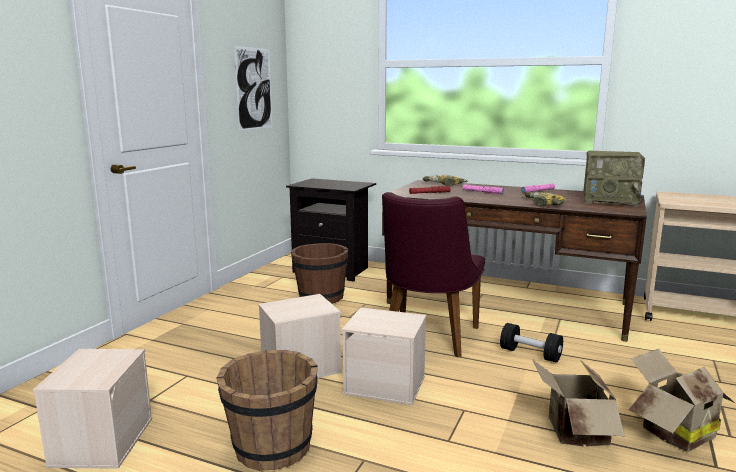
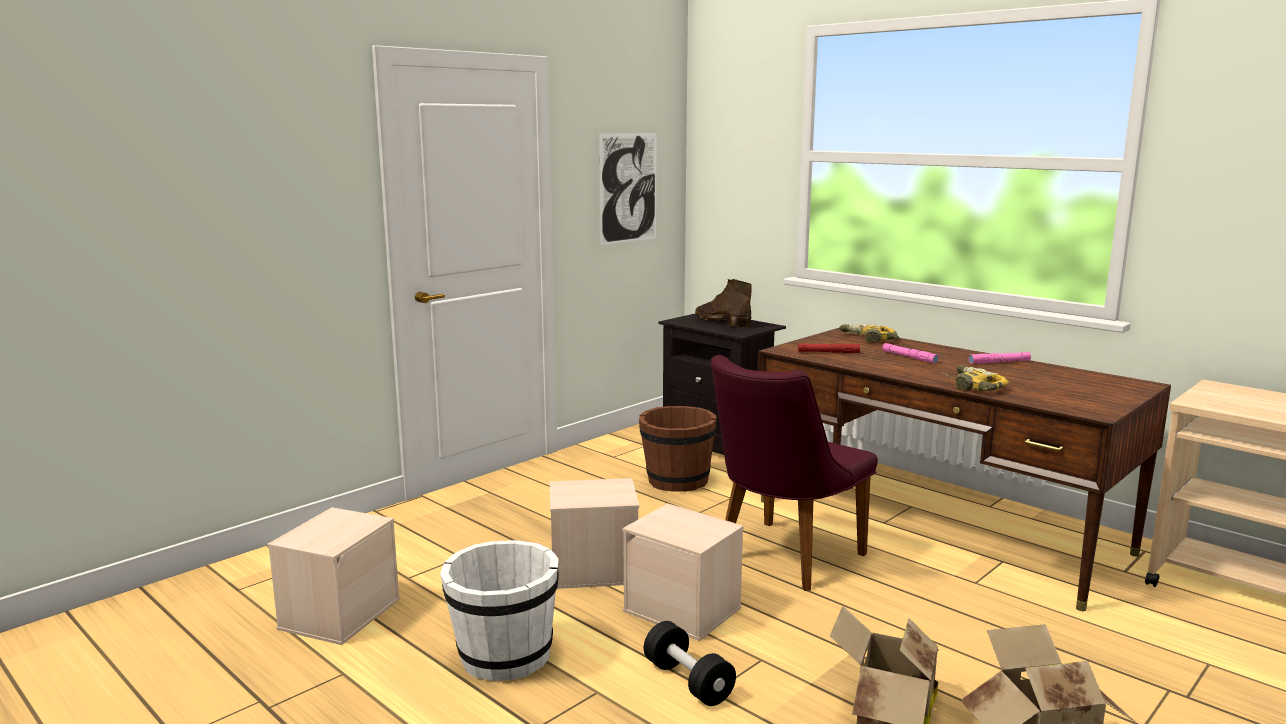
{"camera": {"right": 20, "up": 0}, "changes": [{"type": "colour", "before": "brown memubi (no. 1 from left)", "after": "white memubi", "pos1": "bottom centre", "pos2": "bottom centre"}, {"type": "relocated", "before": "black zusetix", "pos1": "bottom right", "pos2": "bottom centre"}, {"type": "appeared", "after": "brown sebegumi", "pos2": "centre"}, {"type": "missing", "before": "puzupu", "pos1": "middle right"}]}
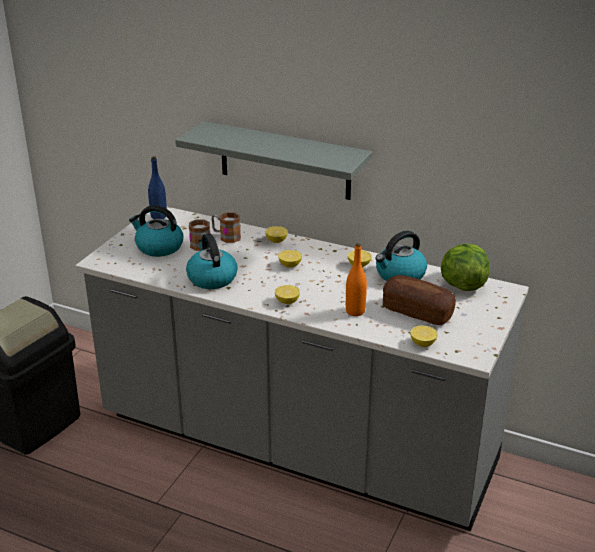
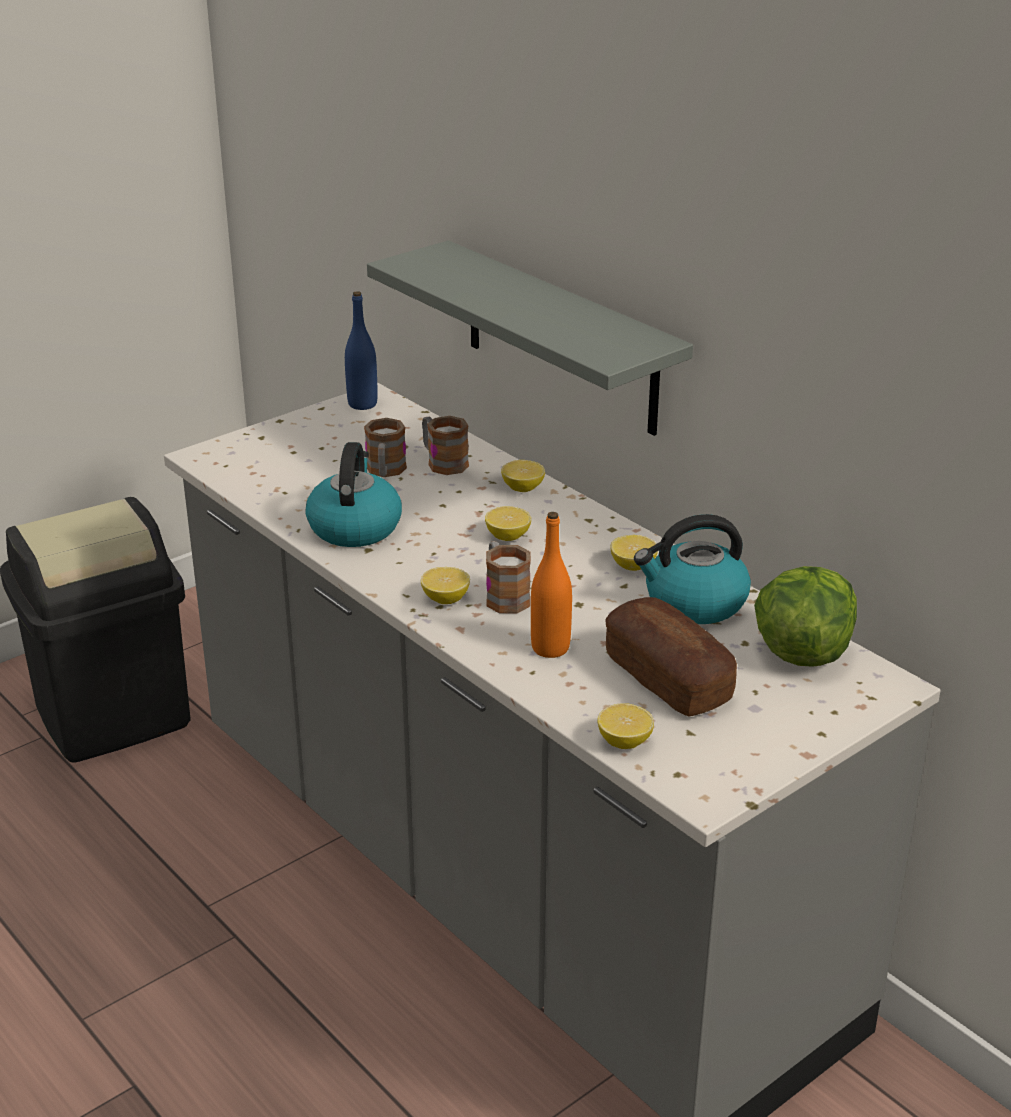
{"camera": {"right": 25, "up": 0}, "changes": [{"type": "appeared", "after": "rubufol (no. 3 from left)", "pos2": "centre"}, {"type": "missing", "before": "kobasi (no. 1 from left)", "pos1": "middle left"}]}
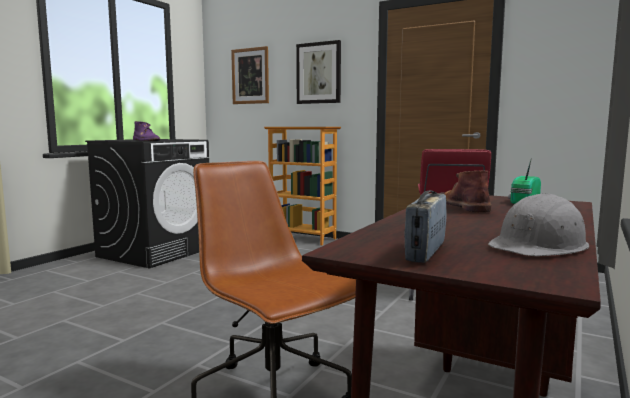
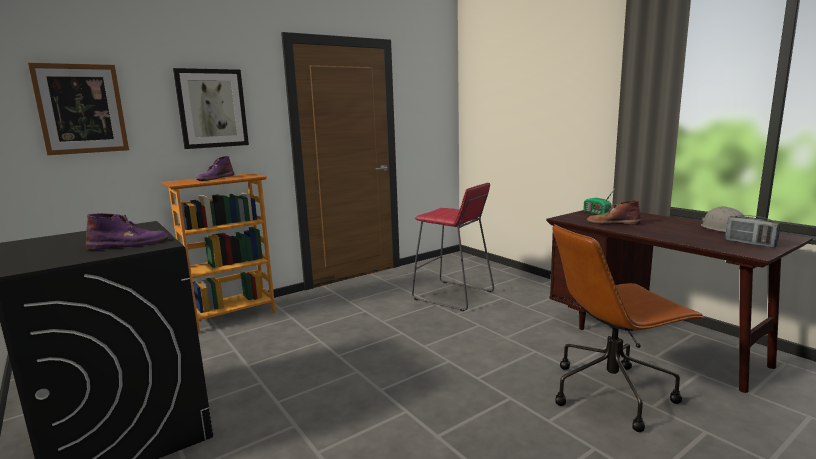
{"camera": {"right": -65, "up": 5}, "changes": [{"type": "appeared", "after": "purple sebegumi (no. 2 from left)", "pos2": "middle left"}]}
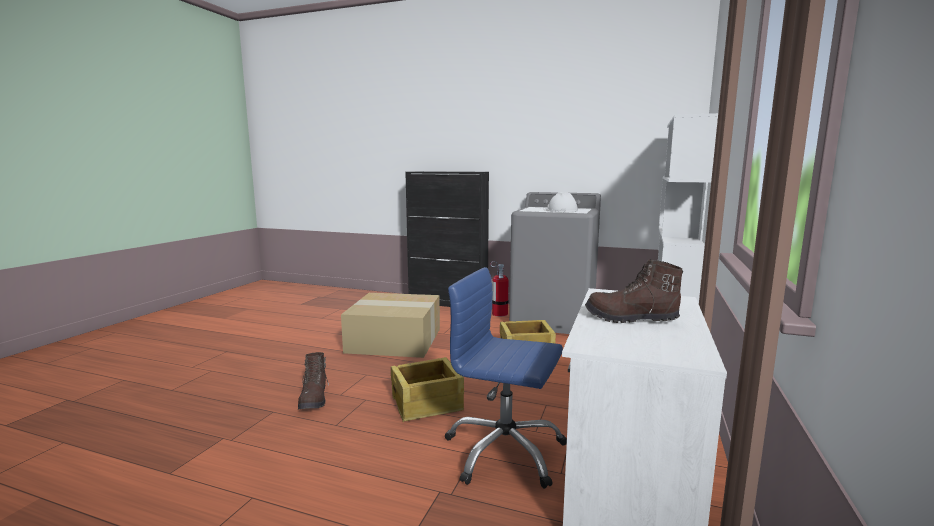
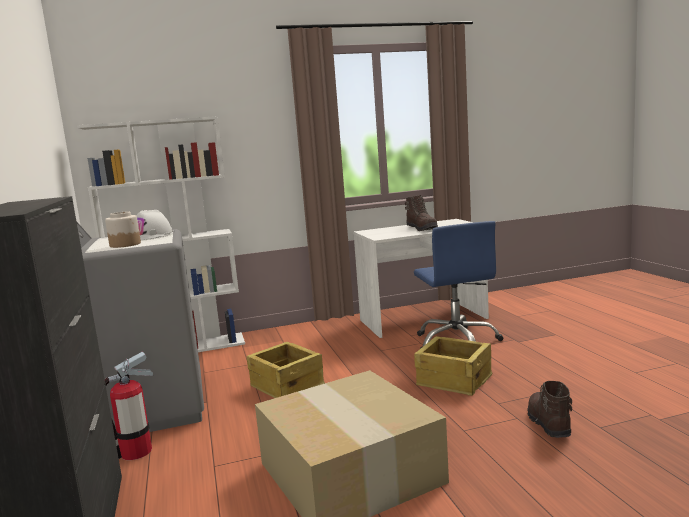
{"camera": {"right": -125, "up": 0}, "changes": [{"type": "appeared", "after": "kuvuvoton", "pos2": "middle left"}, {"type": "spun", "before": "brown sebegumi (no. 1 from left in the first image)", "pos1": "bottom centre", "pos2": "bottom right", "turn": -45}]}
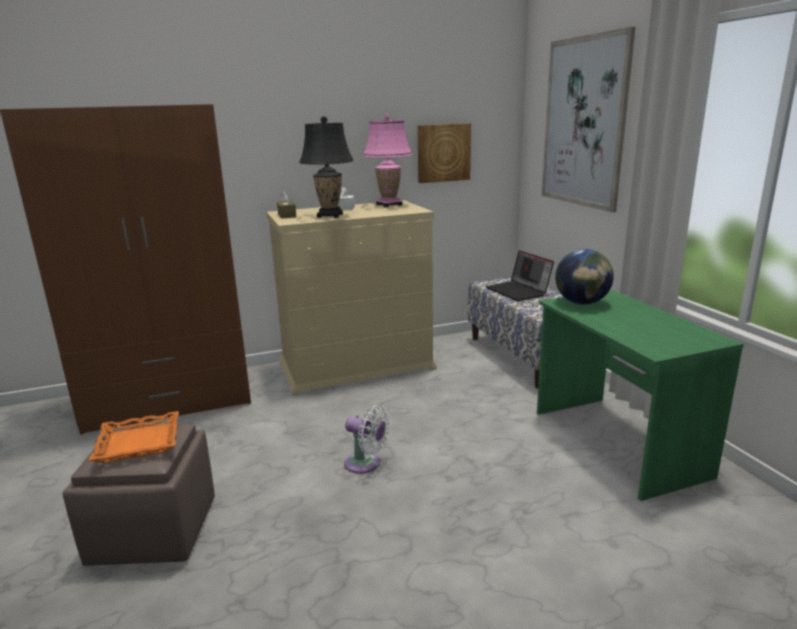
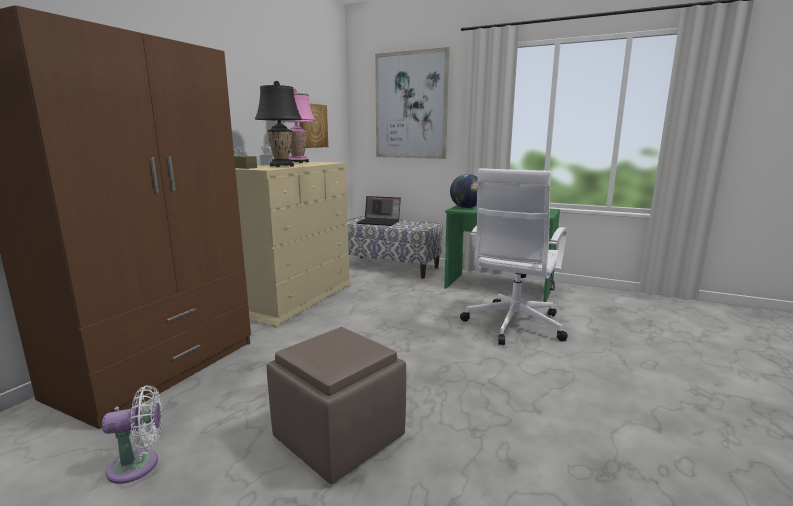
{"camera": {"right": -45, "up": -5}, "changes": [{"type": "relocated", "before": "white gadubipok", "pos1": "bottom centre", "pos2": "bottom left"}, {"type": "appeared", "after": "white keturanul", "pos2": "centre"}, {"type": "missing", "before": "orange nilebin", "pos1": "bottom left"}]}
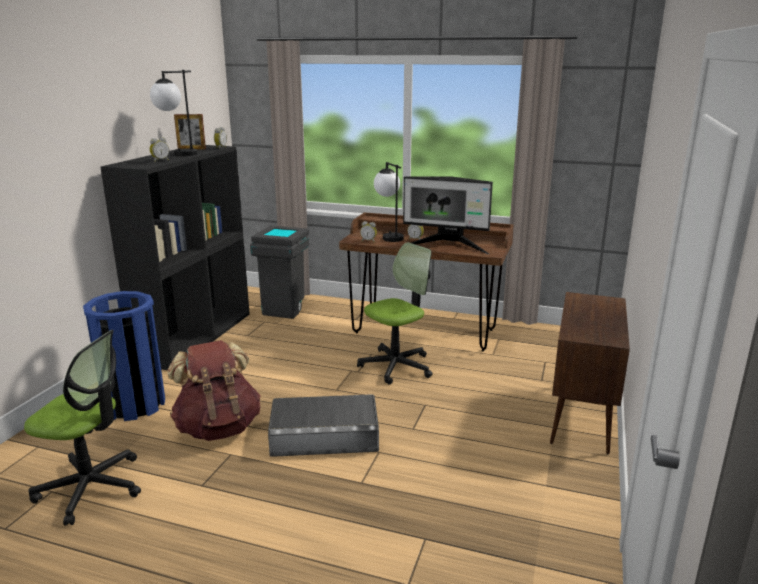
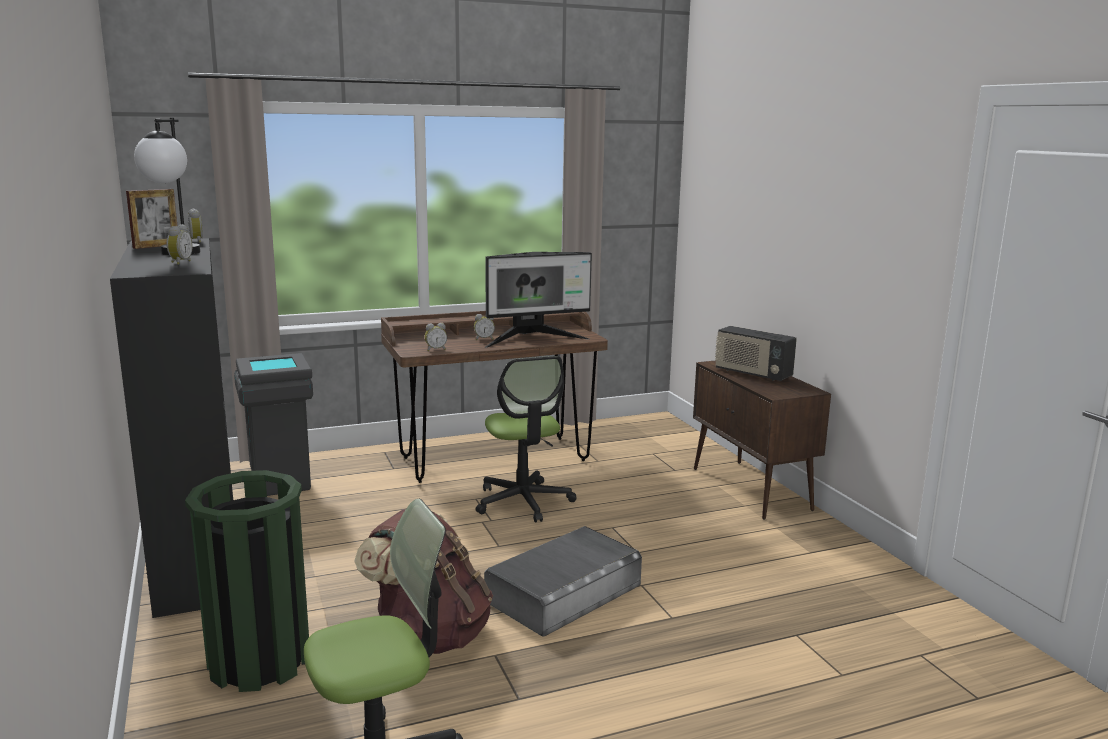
{"camera": {"right": -40, "up": -5}, "changes": [{"type": "colour", "before": "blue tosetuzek", "after": "green tosetuzek", "pos1": "middle left", "pos2": "bottom left"}, {"type": "spun", "before": "keturanul (no. 2 from left)", "pos1": "centre", "pos2": "centre", "turn": 150}, {"type": "appeared", "after": "puzupu", "pos2": "middle right"}, {"type": "missing", "before": "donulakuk (no. 2 from left)", "pos1": "centre"}]}
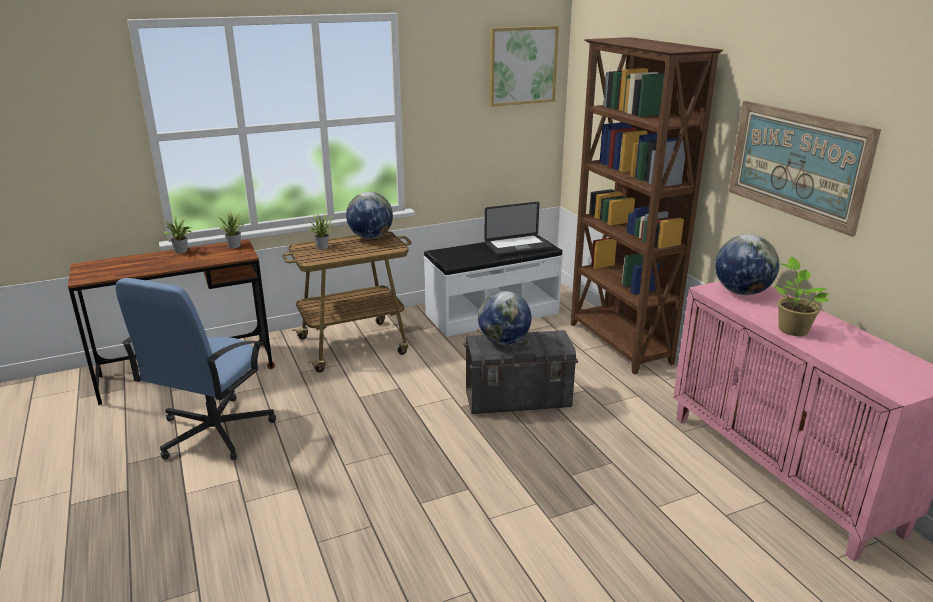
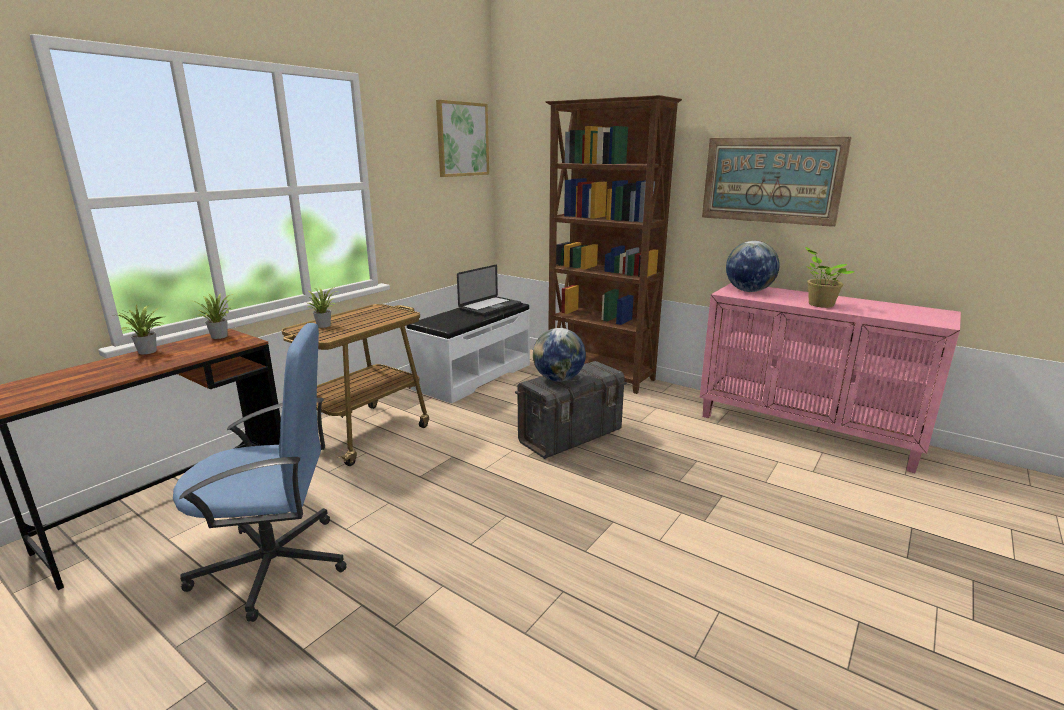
{"camera": {"right": -30, "up": -5}, "changes": [{"type": "spun", "before": "blue keturanul", "pos1": "middle left", "pos2": "middle left", "turn": -90}, {"type": "missing", "before": "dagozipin (no. 1 from left)", "pos1": "centre"}]}
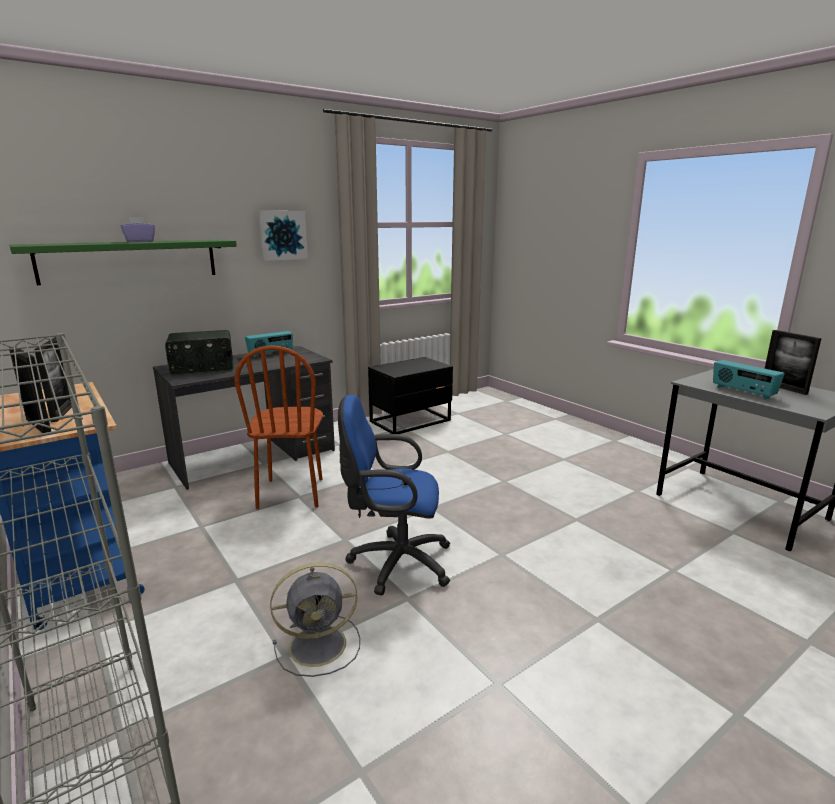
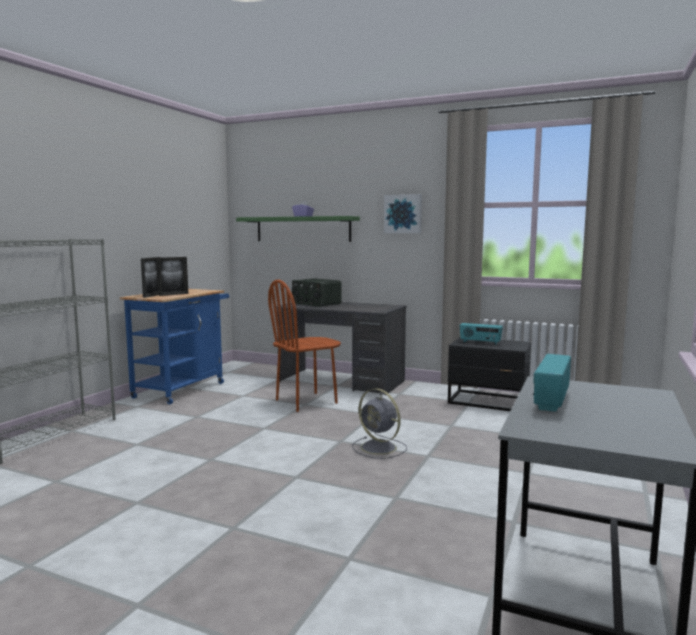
{"camera": {"right": 60, "up": -10}, "changes": [{"type": "relocated", "before": "grey gadubipok", "pos1": "bottom centre", "pos2": "centre"}, {"type": "relocated", "before": "puzupu (no. 2 from left)", "pos1": "middle left", "pos2": "middle right"}, {"type": "missing", "before": "blue keturanul", "pos1": "centre"}, {"type": "missing", "before": "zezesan (no. 3 from left)", "pos1": "middle right"}]}
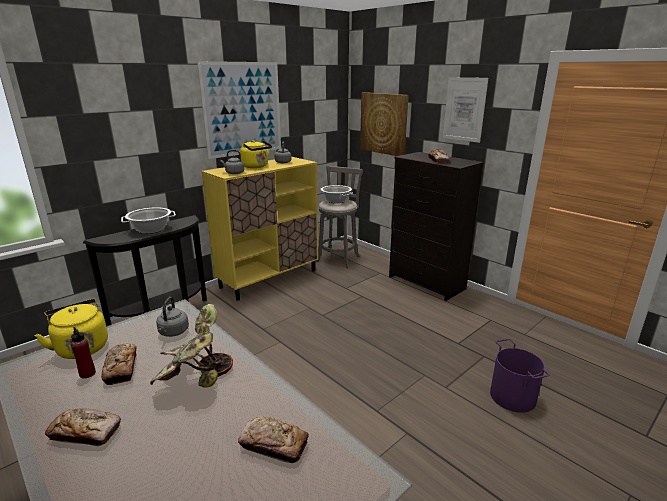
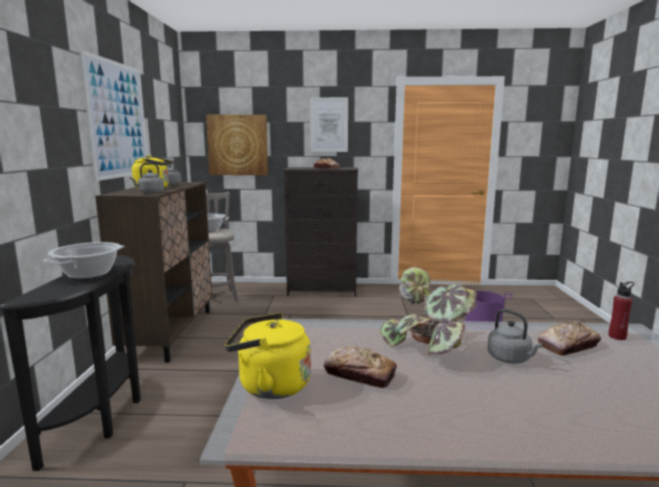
{"camera": {"right": -45, "up": -10}, "changes": [{"type": "colour", "before": "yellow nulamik", "after": "brown nulamik", "pos1": "centre", "pos2": "middle left"}, {"type": "relocated", "before": "grey kobasi (no. 1 from left in the first image)", "after": "grey kobasi (no. 3 from left)", "pos1": "middle left", "pos2": "bottom right"}, {"type": "relocated", "before": "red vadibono", "pos1": "bottom left", "pos2": "middle right"}, {"type": "missing", "before": "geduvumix (no. 1 from left)", "pos1": "bottom left"}]}
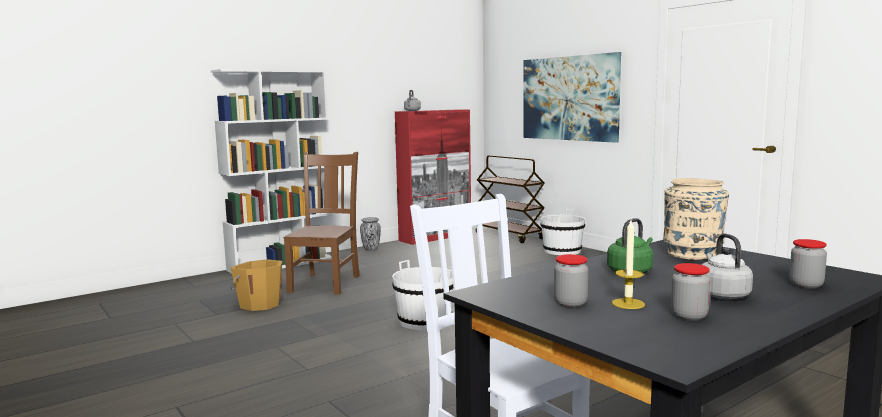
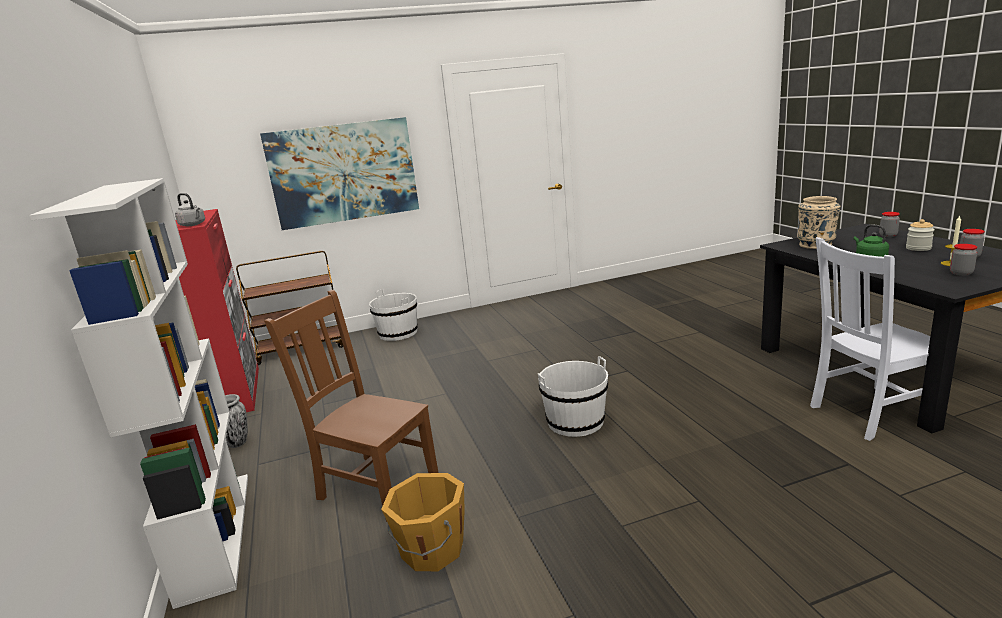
{"camera": {"right": -70, "up": 10}, "changes": [{"type": "exchanged", "before": "grey kobasi (no. 2 from left)", "after": "kuvuvoton (no. 2 from left)", "pos1": "middle right", "pos2": "middle right"}]}
